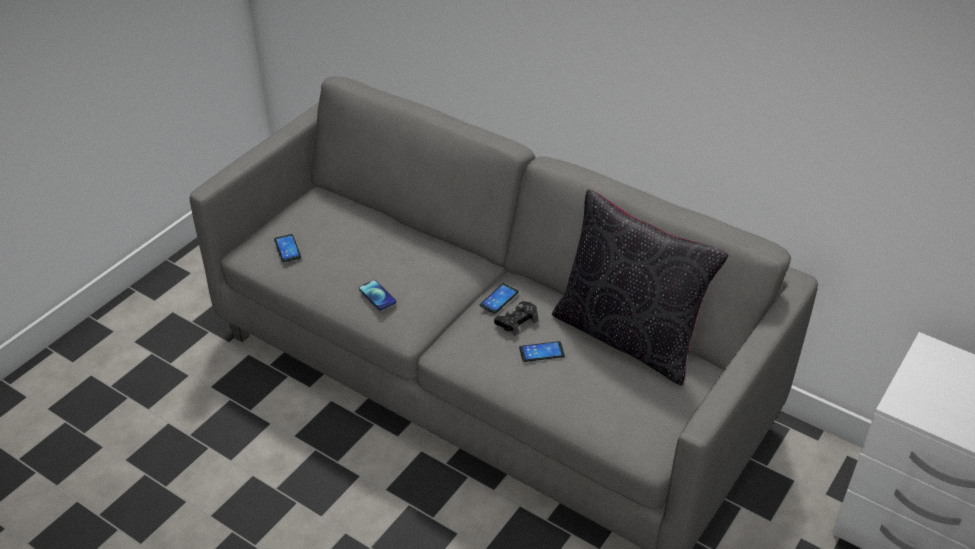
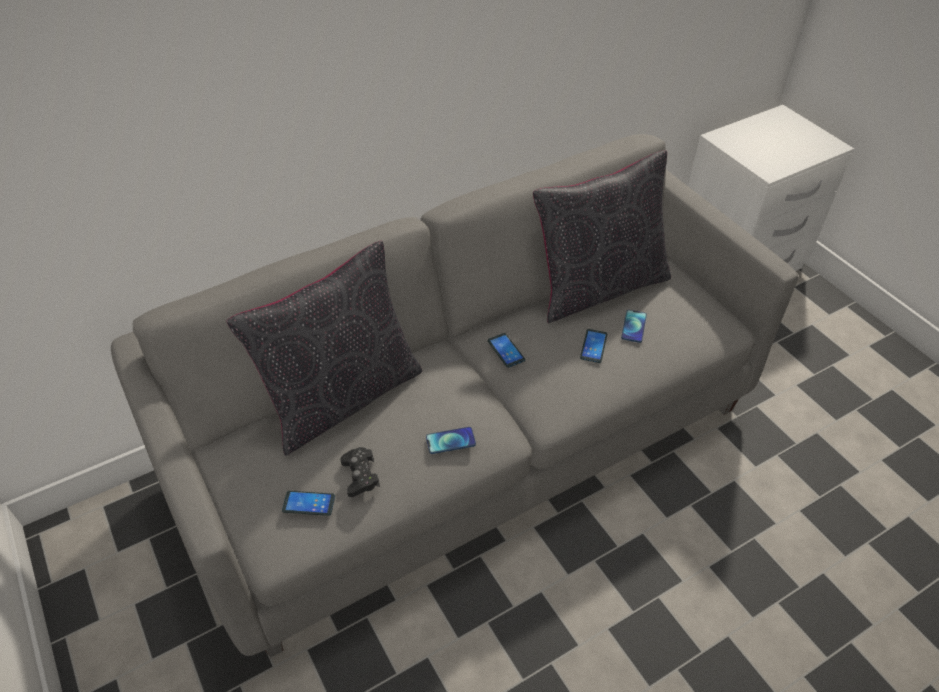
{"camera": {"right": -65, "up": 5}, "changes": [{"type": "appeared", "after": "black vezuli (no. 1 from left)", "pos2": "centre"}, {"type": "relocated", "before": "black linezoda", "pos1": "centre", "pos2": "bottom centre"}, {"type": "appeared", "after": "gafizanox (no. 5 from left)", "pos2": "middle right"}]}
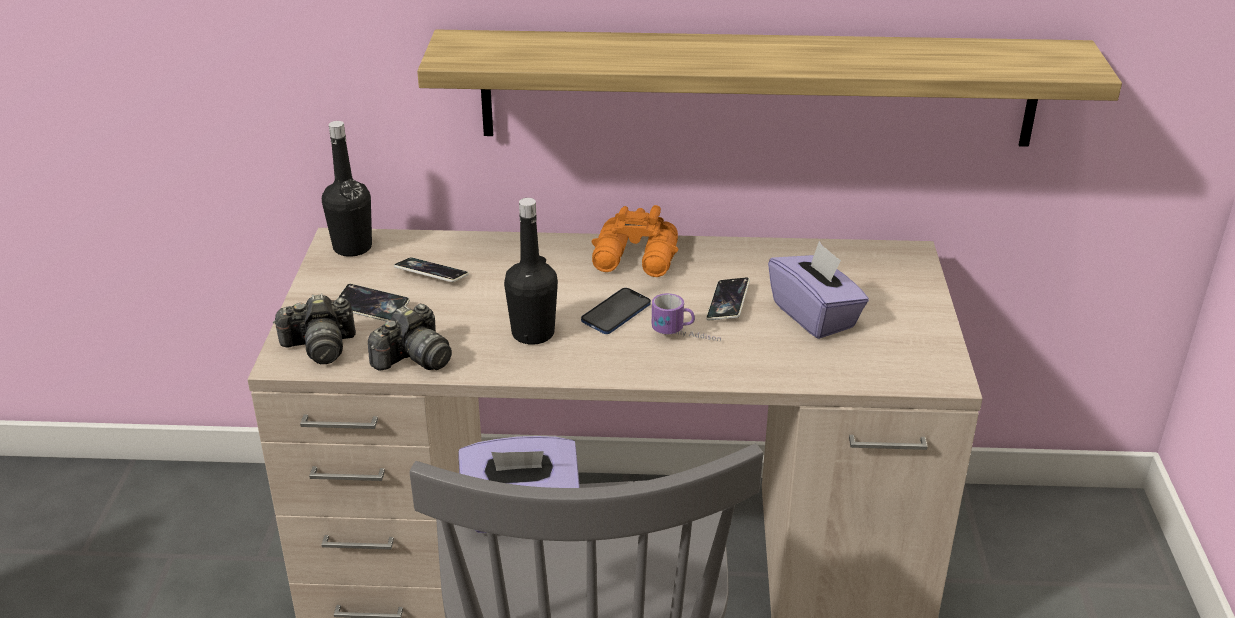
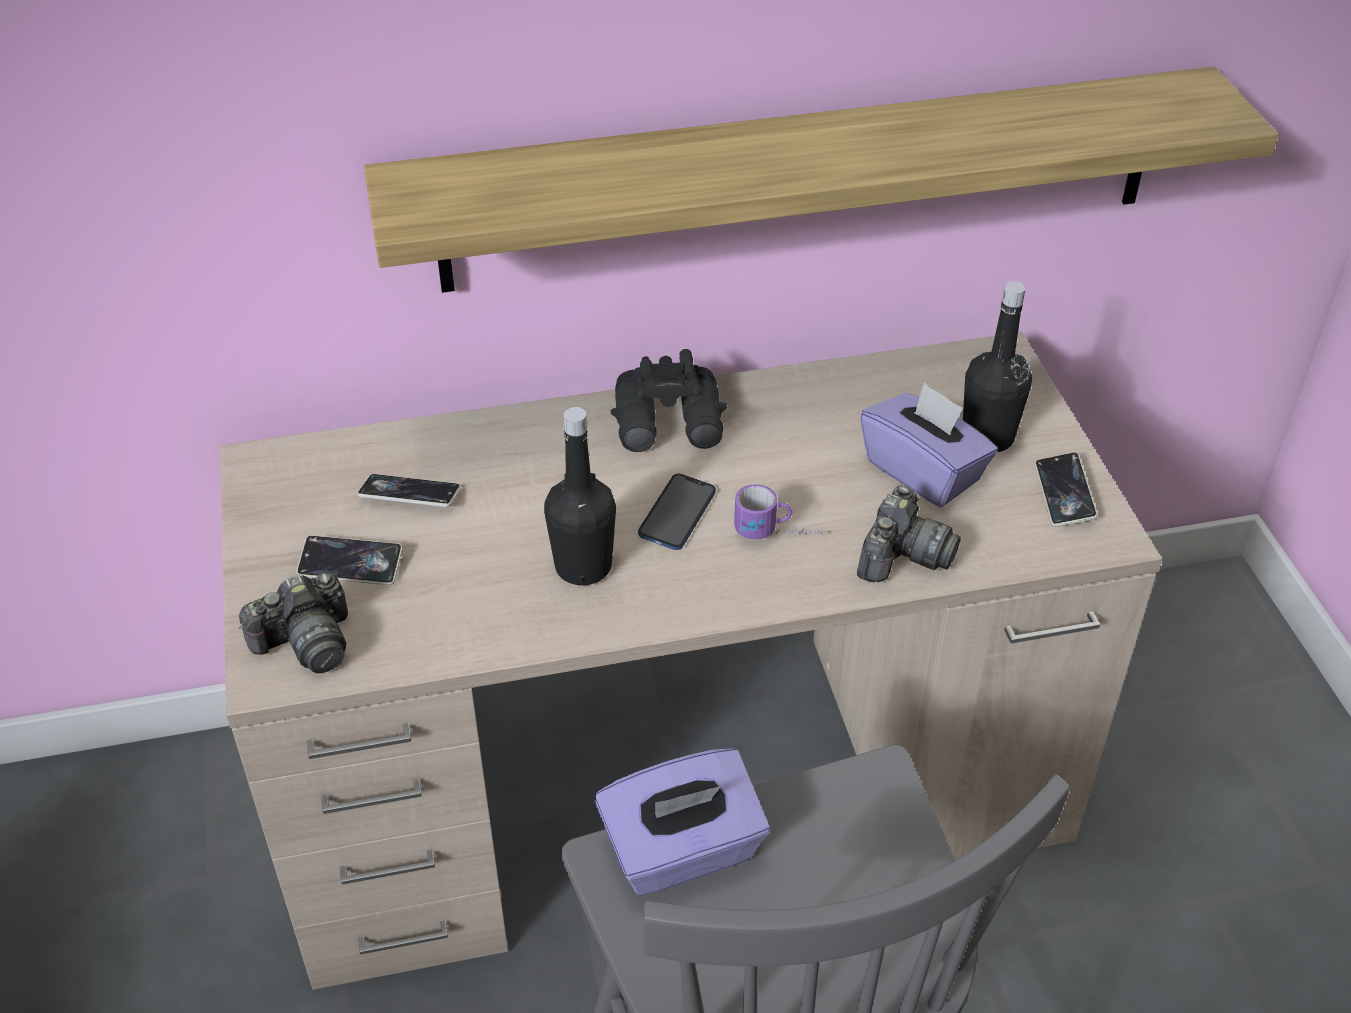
{"camera": {"right": -15, "up": 10}, "changes": [{"type": "colour", "before": "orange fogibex", "after": "black fogibex", "pos1": "centre", "pos2": "centre"}, {"type": "relocated", "before": "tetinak (no. 2 from left)", "pos1": "middle left", "pos2": "middle right"}, {"type": "relocated", "before": "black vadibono (no. 1 from left in the first image)", "after": "black vadibono (no. 2 from left)", "pos1": "top left", "pos2": "middle right"}, {"type": "relocated", "before": "gafizanox (no. 4 from left)", "pos1": "centre", "pos2": "middle right"}]}
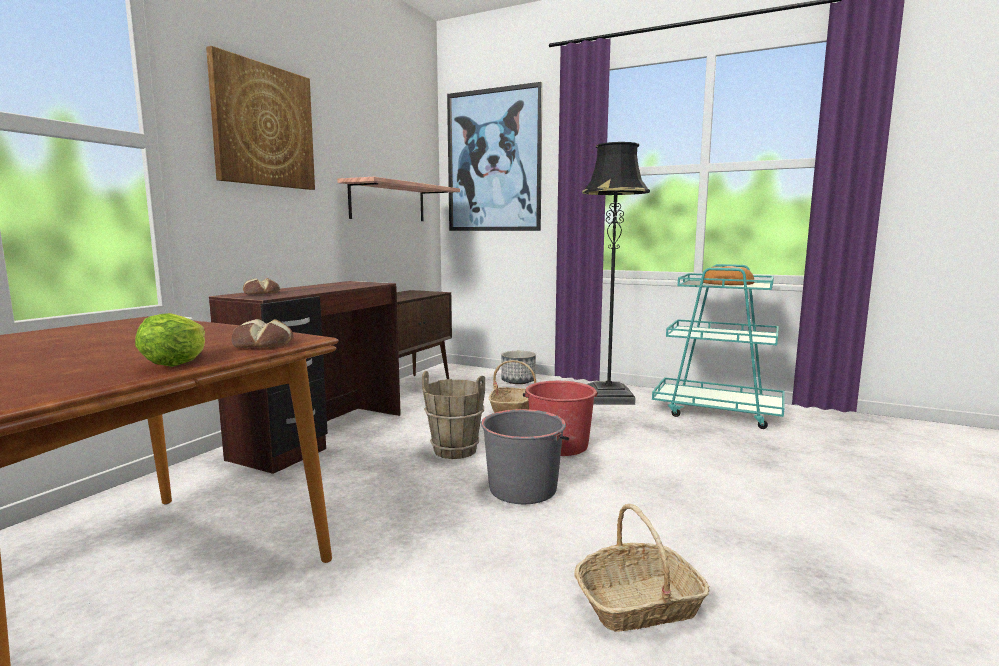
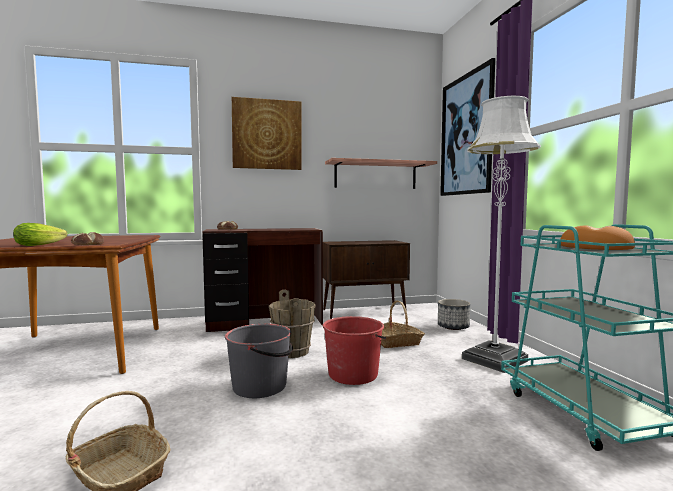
{"camera": {"right": 50, "up": -5}, "changes": [{"type": "colour", "before": "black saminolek", "after": "white saminolek", "pos1": "centre", "pos2": "middle right"}]}
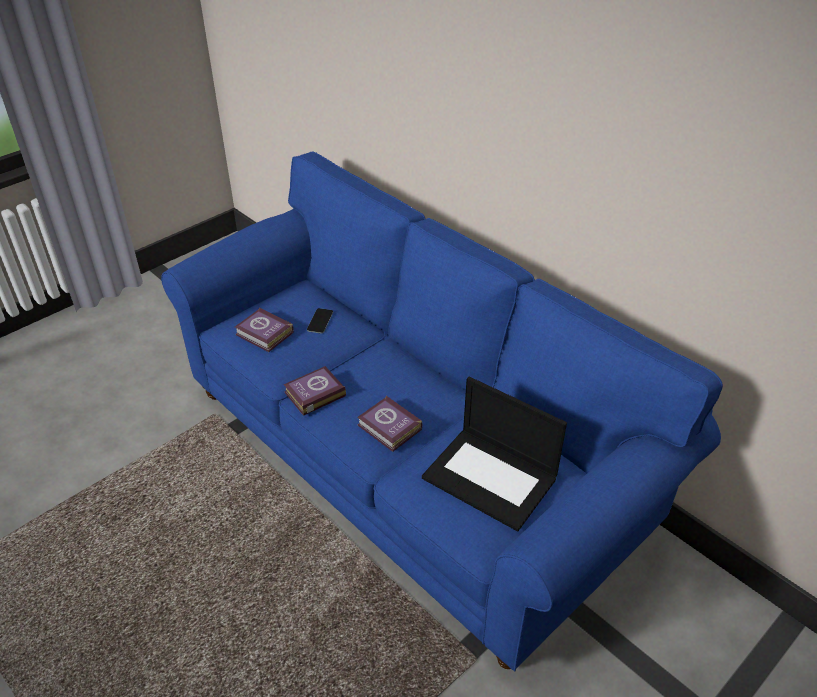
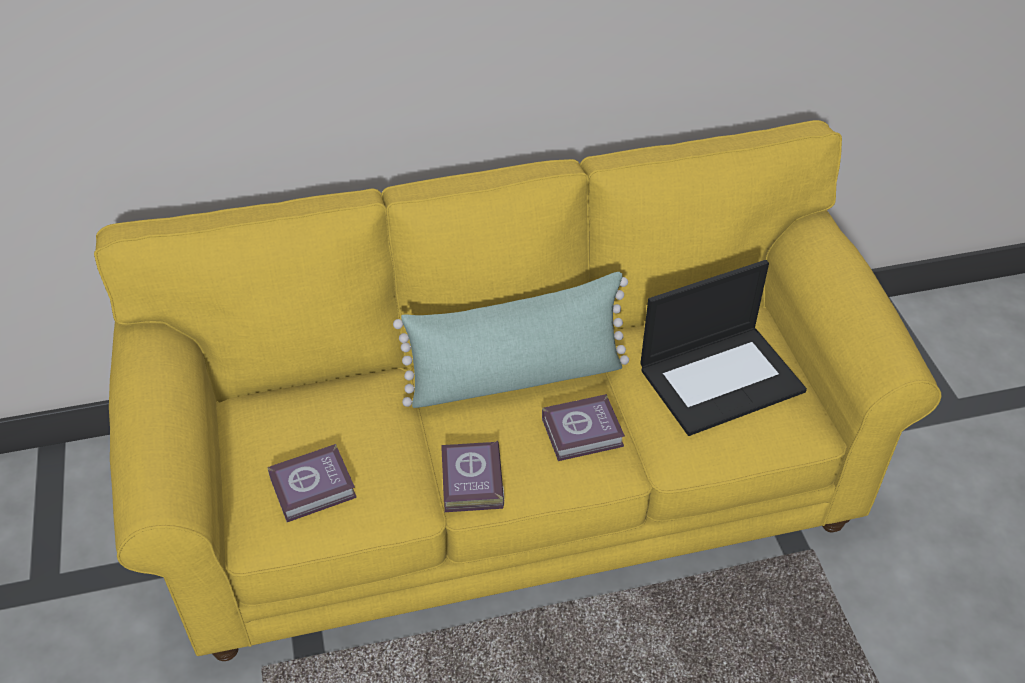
{"camera": {"right": -60, "up": 5}, "changes": [{"type": "colour", "before": "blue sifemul", "after": "yellow sifemul", "pos1": "centre", "pos2": "centre"}, {"type": "appeared", "after": "green vezuli", "pos2": "centre"}, {"type": "missing", "before": "gafizanox", "pos1": "centre"}]}
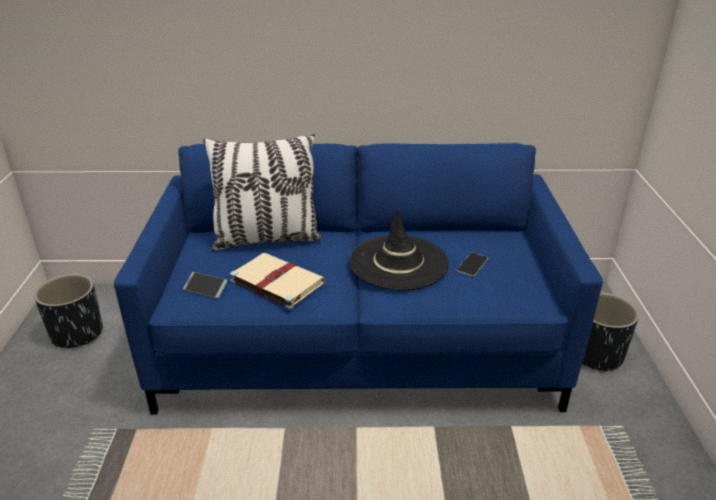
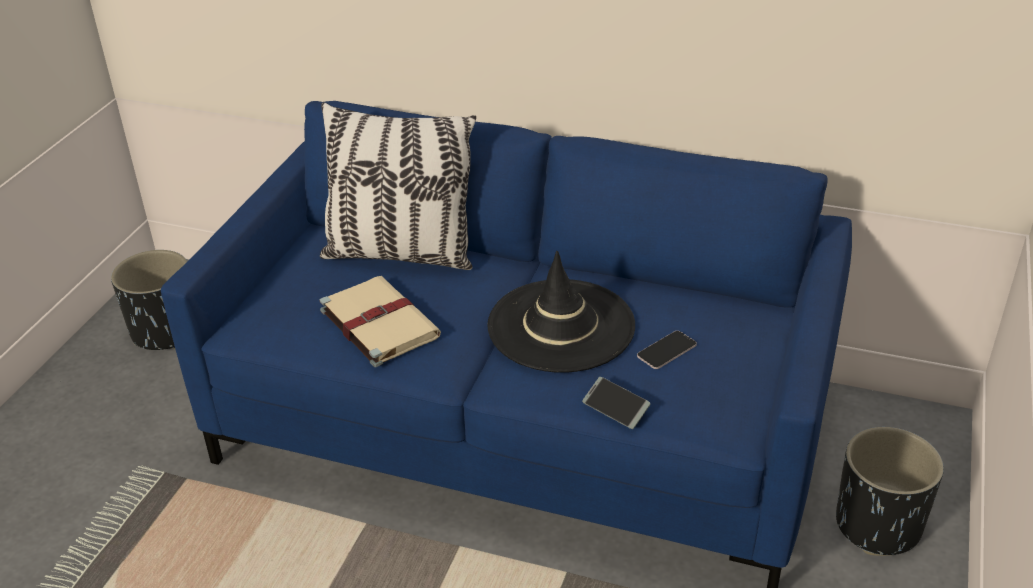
{"camera": {"right": 20, "up": 5}, "changes": [{"type": "relocated", "before": "gafizanox (no. 1 from left)", "pos1": "middle left", "pos2": "bottom centre"}]}
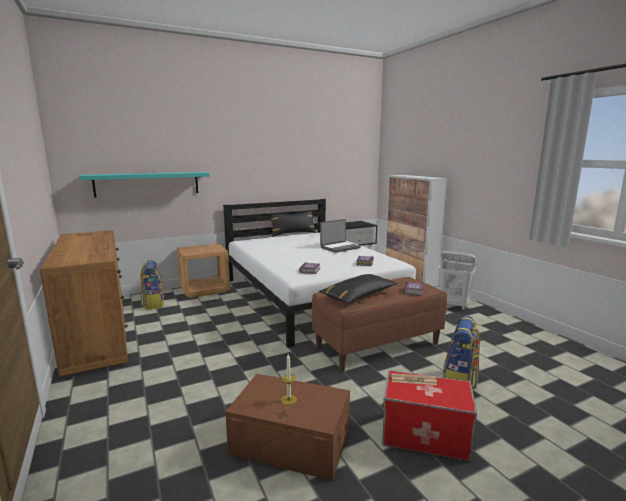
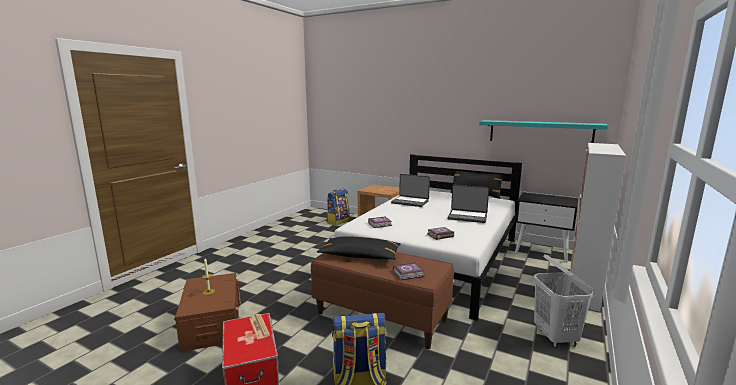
{"camera": {"right": 55, "up": 0}, "changes": [{"type": "appeared", "after": "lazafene (no. 1 from left)", "pos2": "centre"}, {"type": "relocated", "before": "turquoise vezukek", "pos1": "middle left", "pos2": "middle right"}, {"type": "missing", "before": "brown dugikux", "pos1": "middle left"}]}
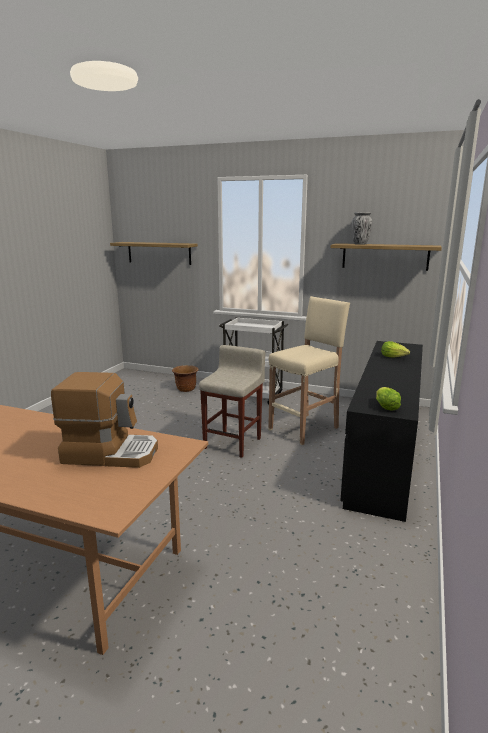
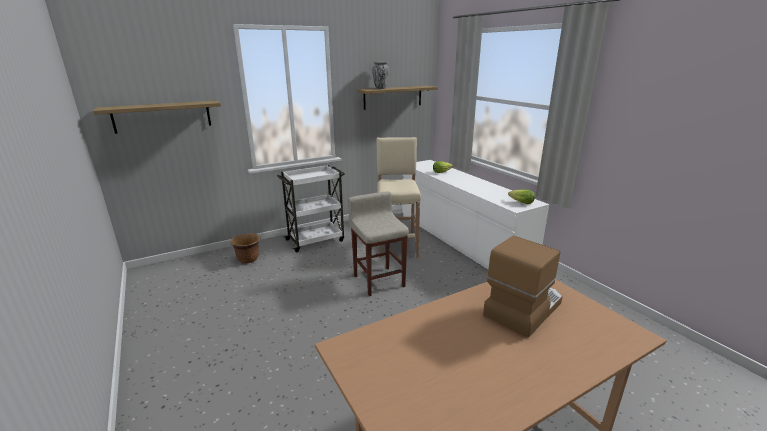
{"camera": {"right": -50, "up": 5}, "changes": [{"type": "colour", "before": "black dugikux", "after": "white dugikux", "pos1": "middle right", "pos2": "centre"}]}
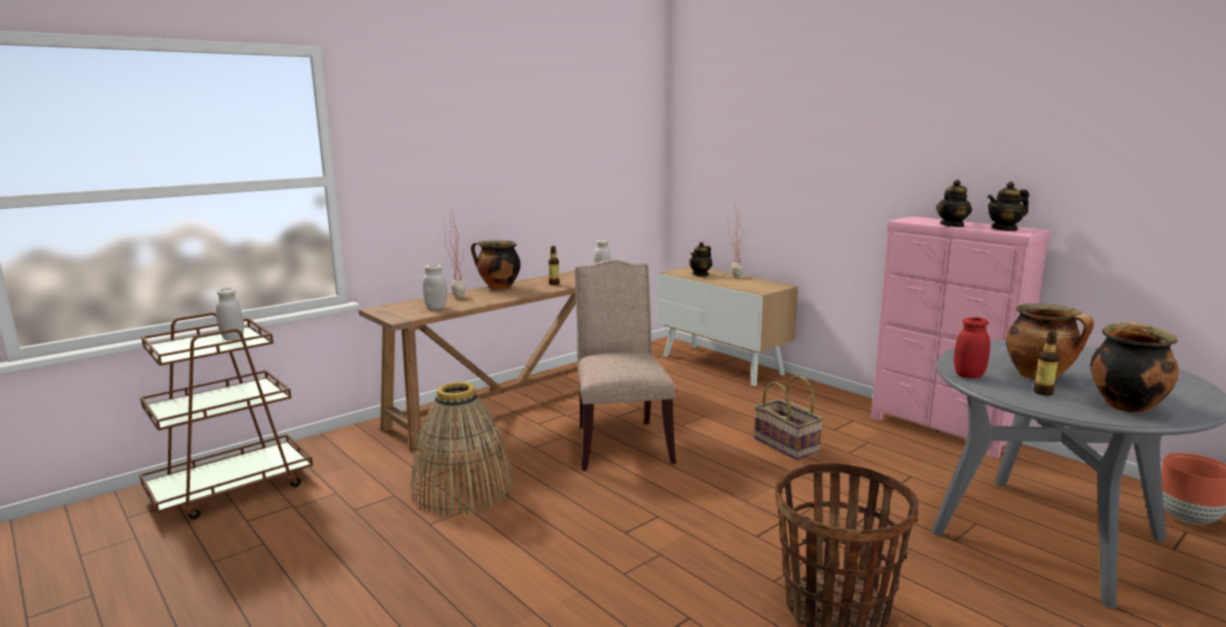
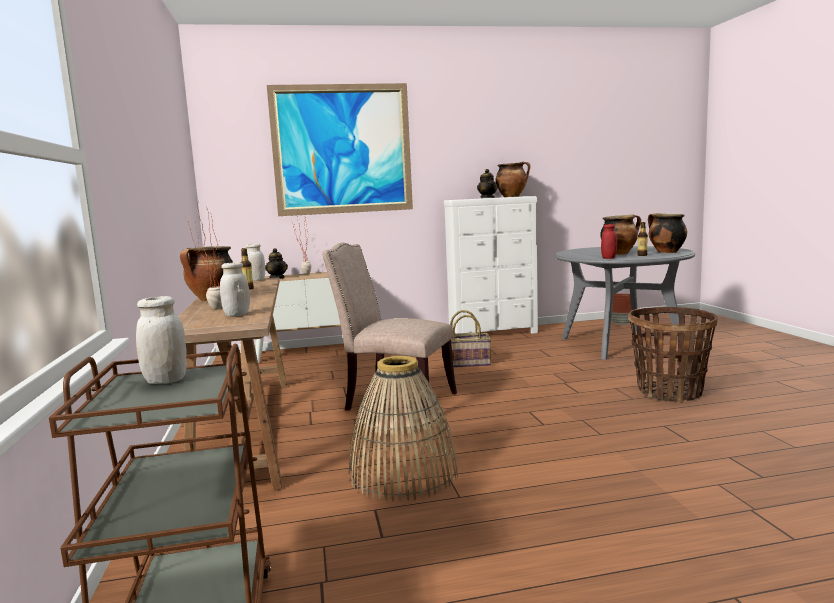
{"camera": {"right": -60, "up": -5}, "changes": [{"type": "appeared", "after": "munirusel", "pos2": "top centre"}, {"type": "colour", "before": "pink dugikux", "after": "white dugikux", "pos1": "middle right", "pos2": "centre"}, {"type": "exchanged", "before": "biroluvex (no. 3 from left)", "after": "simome (no. 2 from left)", "pos1": "top right", "pos2": "top centre"}]}
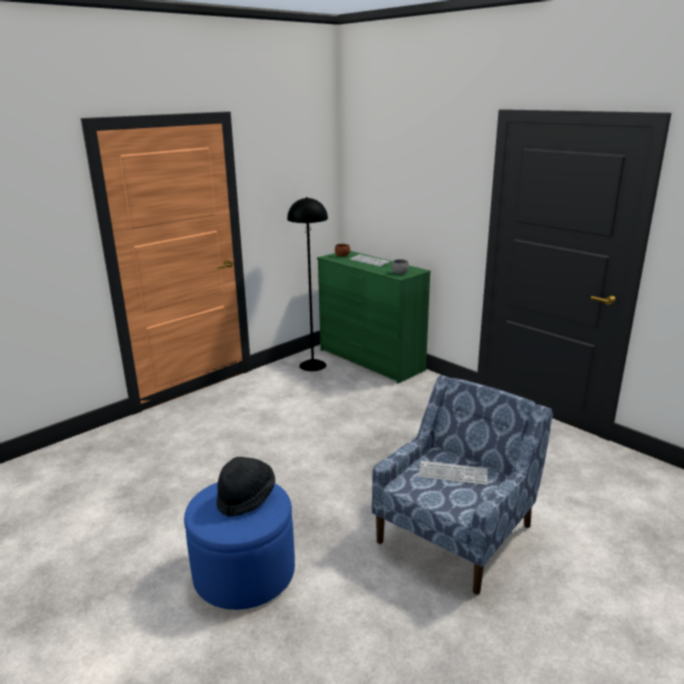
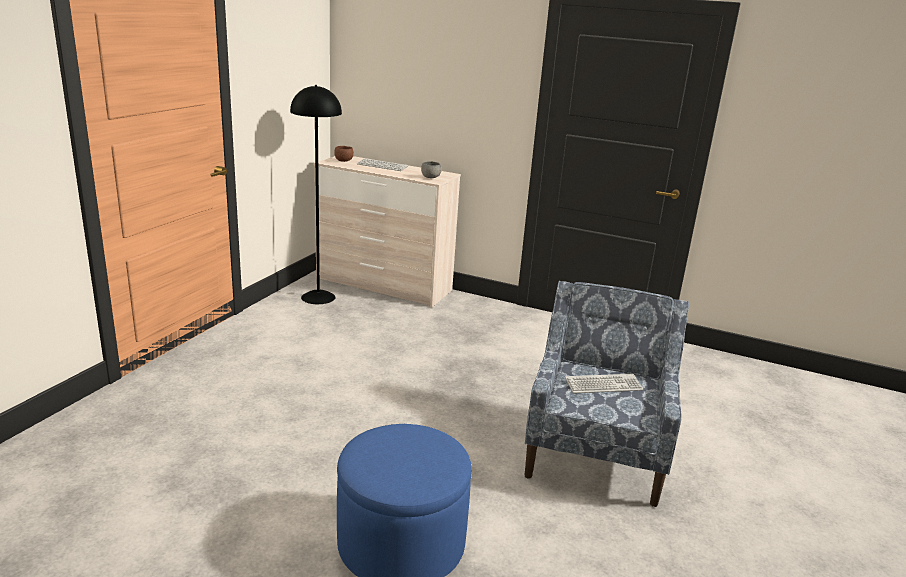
{"camera": {"right": -25, "up": 0}, "changes": [{"type": "colour", "before": "green dugikux", "after": "beige dugikux", "pos1": "centre", "pos2": "centre"}, {"type": "missing", "before": "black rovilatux", "pos1": "bottom centre"}]}
